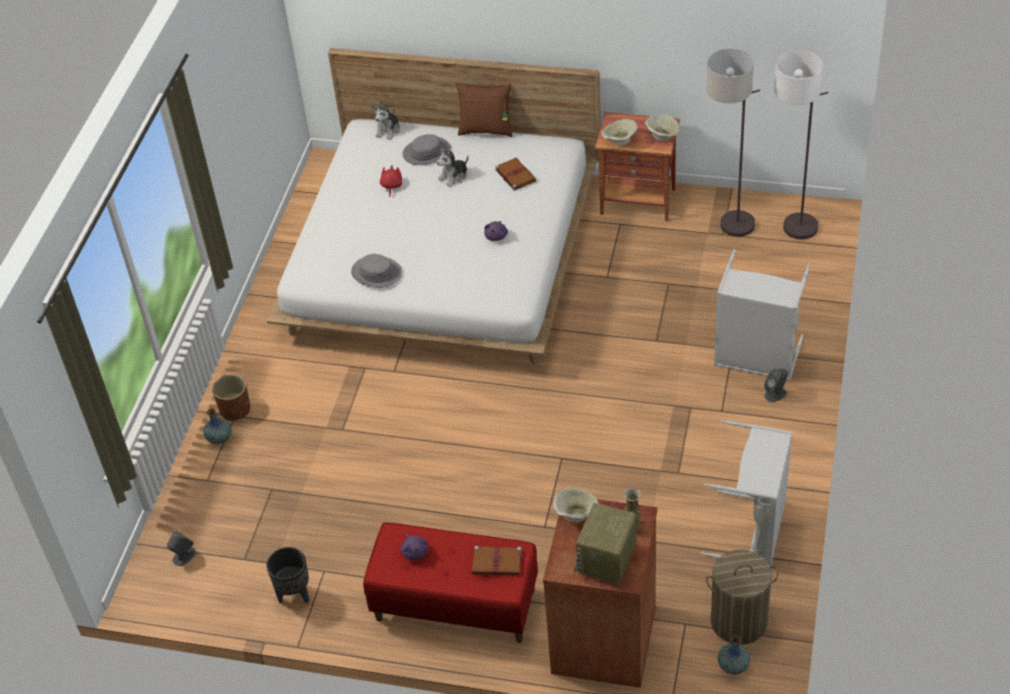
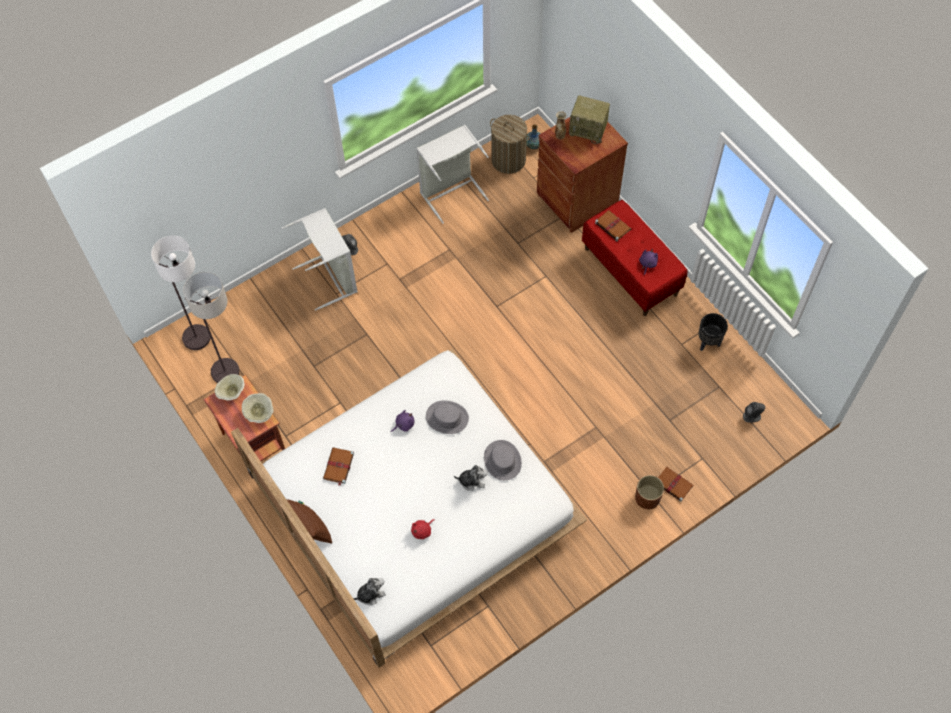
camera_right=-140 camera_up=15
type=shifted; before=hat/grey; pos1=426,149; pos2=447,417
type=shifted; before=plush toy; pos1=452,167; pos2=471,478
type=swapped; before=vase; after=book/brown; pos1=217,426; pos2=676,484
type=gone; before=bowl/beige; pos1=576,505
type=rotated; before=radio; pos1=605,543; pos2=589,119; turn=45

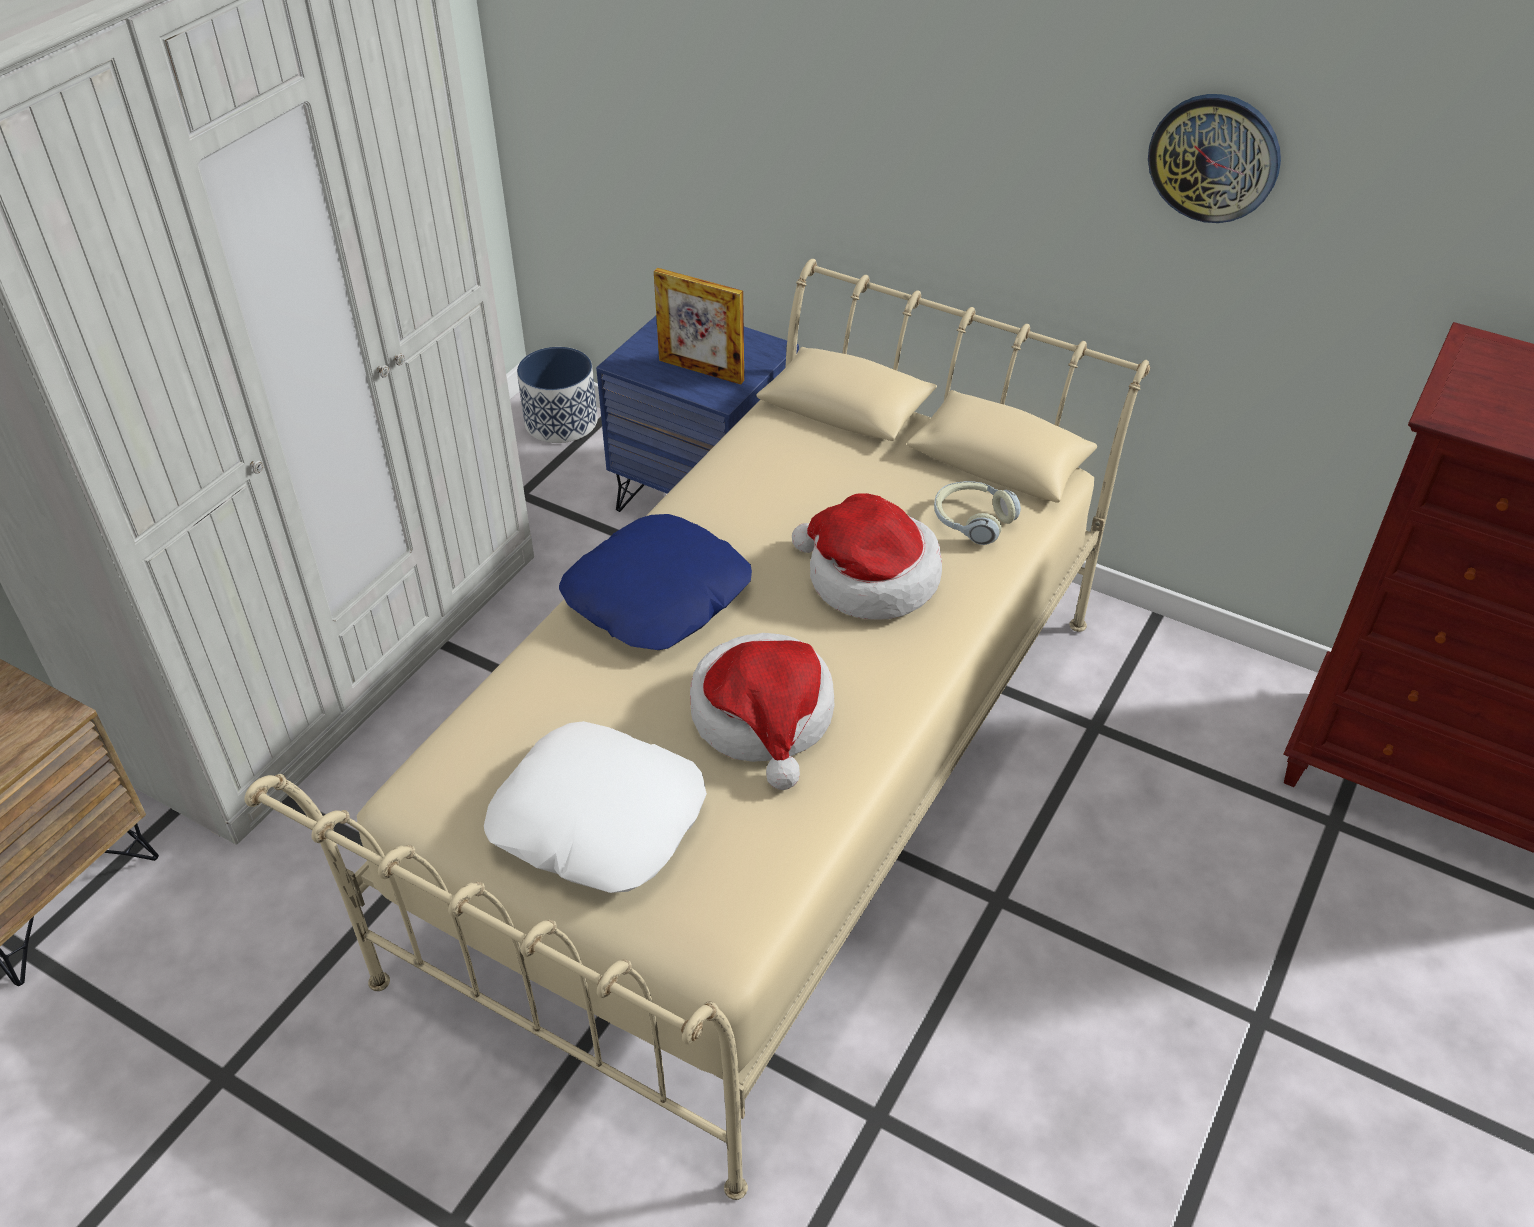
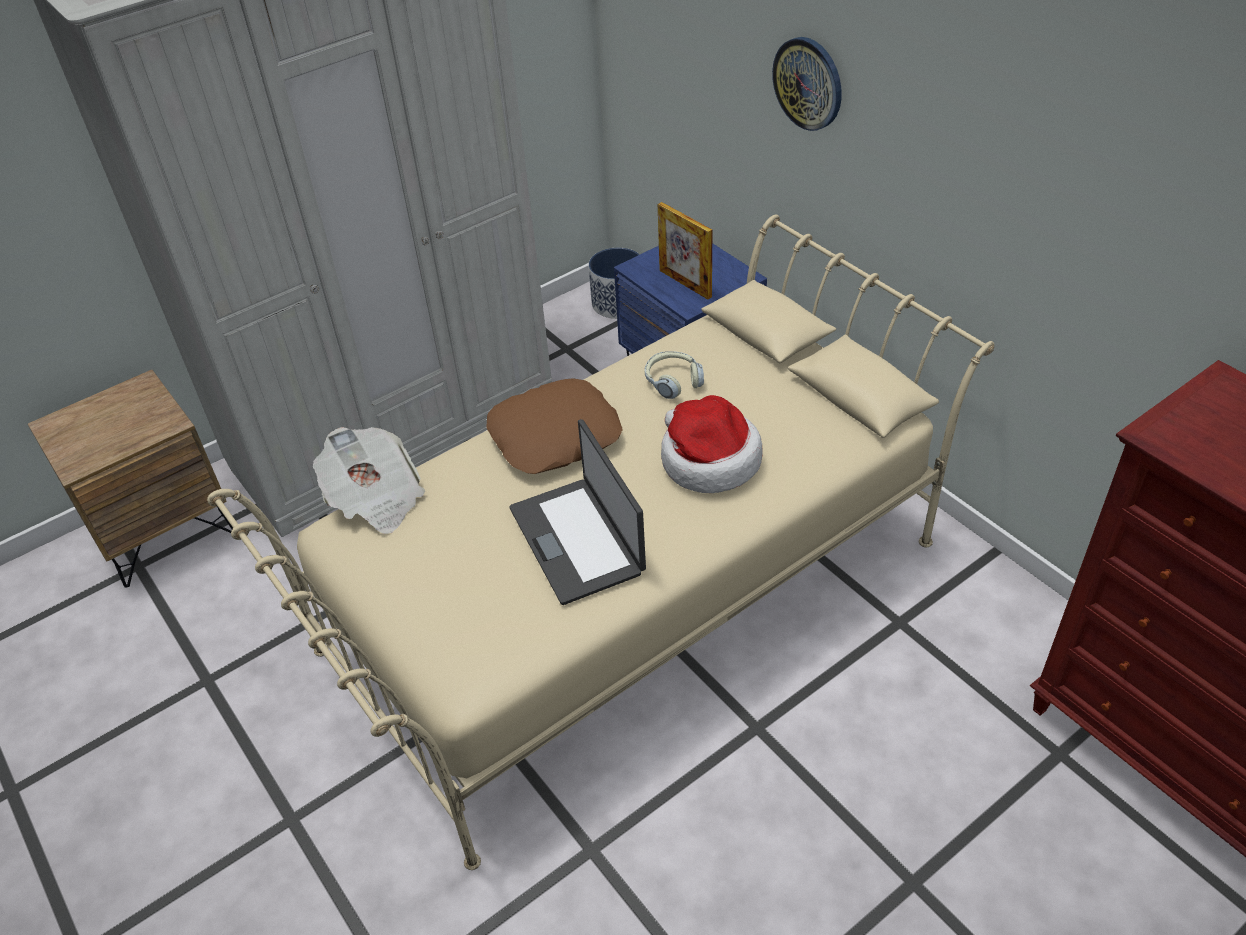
camera_right=25 camera_up=0
type=shifted; before=wall clock; pos1=1214,158; pos2=807,84
type=shifted; before=headphones; pos1=977,513; pos2=674,375
type=repainted; before=pillow/blue; after=pillow/brown; pos1=655,582; pos2=554,426
type=swapped; before=hat; after=laptop; pos1=762,711; pos2=577,512
type=gone; before=pillow/white; pos1=595,807
type=new; after=newspaper; pos2=369,480

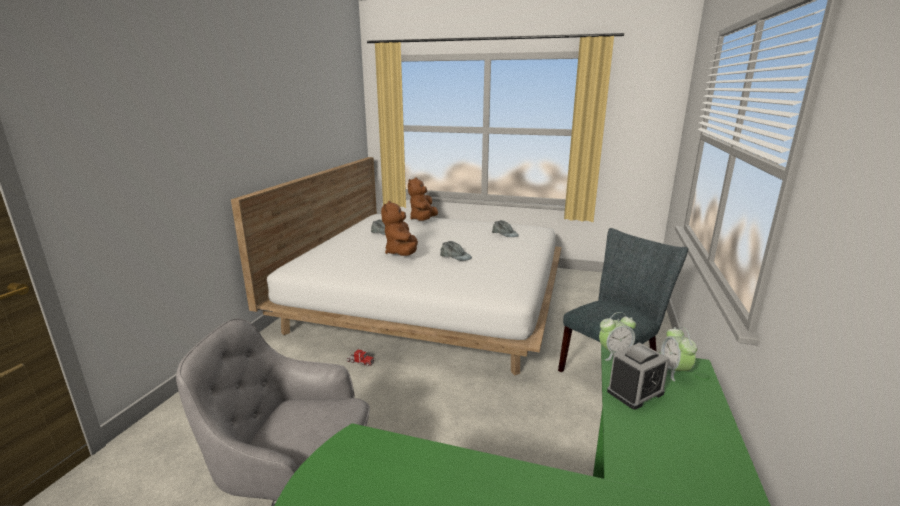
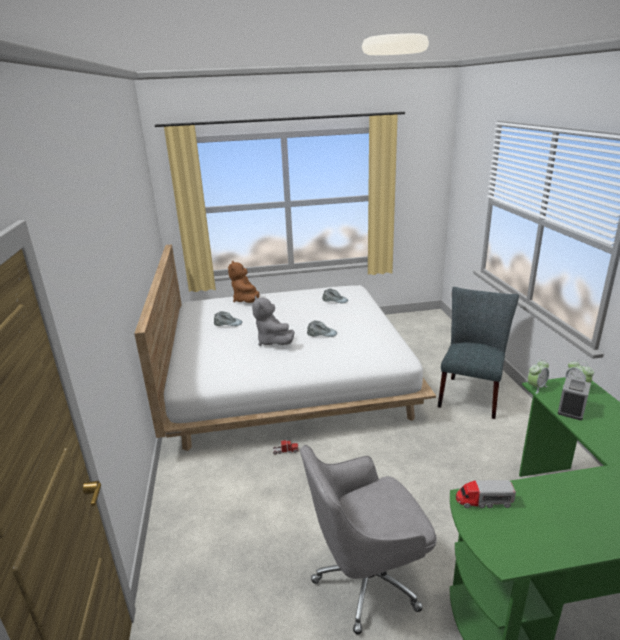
camera_right=-25 camera_up=5
type=repainted; before=plush toy/brown; after=plush toy/grey; pos1=399,228; pos2=273,321
type=new; after=toy truck; pos2=486,494

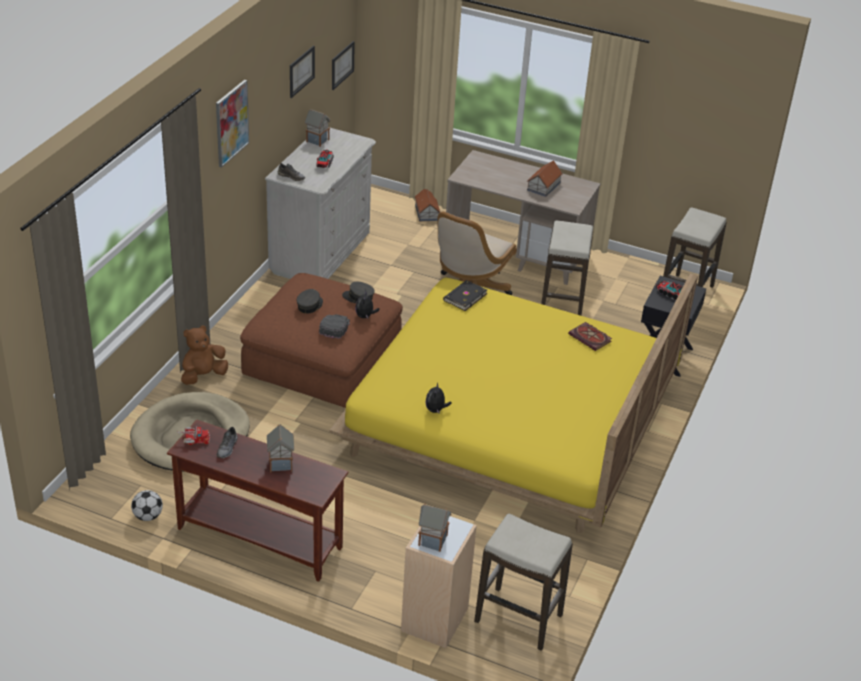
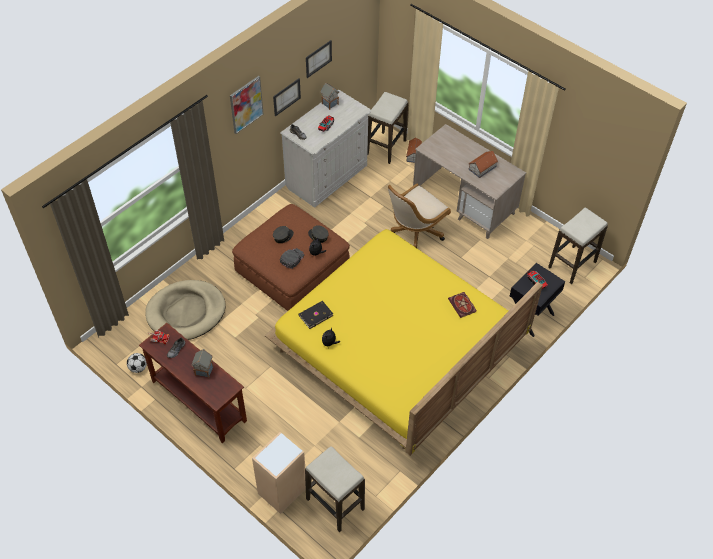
camera_right=20 camera_up=15
type=shifted; before=picture; pos1=343,65; pos2=287,97
type=shifted; before=stool; pos1=567,268; pos2=387,128
type=shifted; before=book/black; pos1=465,295; pos2=315,315
type=gone; before=plush toy/brown; pos1=204,355
type=gone; before=toy house; pos1=435,527

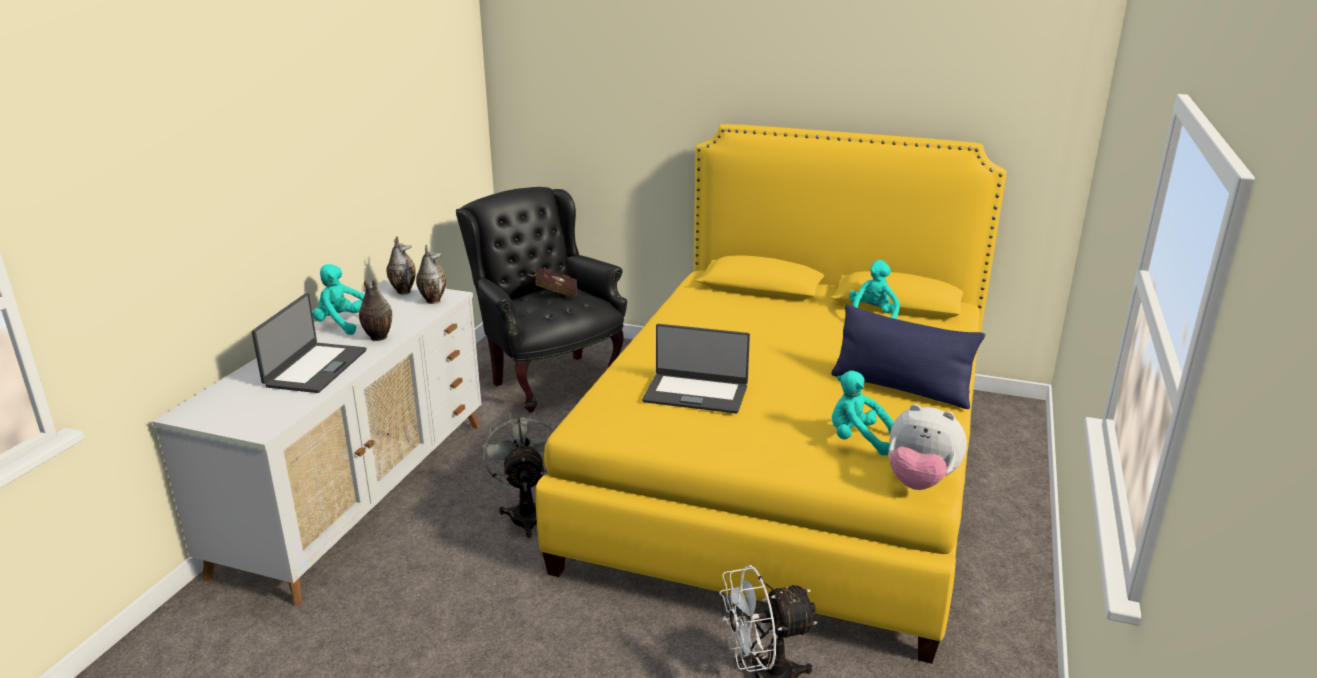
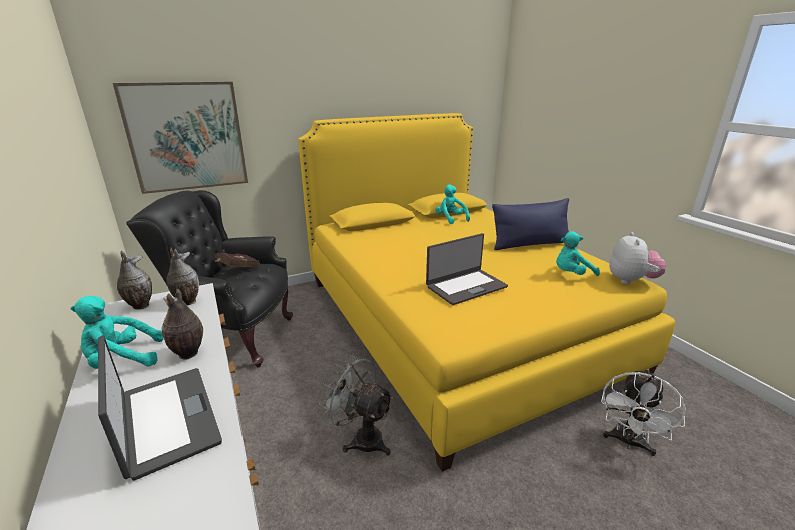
camera_right=-45 camera_up=0
type=rotated; before=plush toy; pos1=927,447; pos2=637,258; turn=-60
type=new; after=picture; pos2=180,138

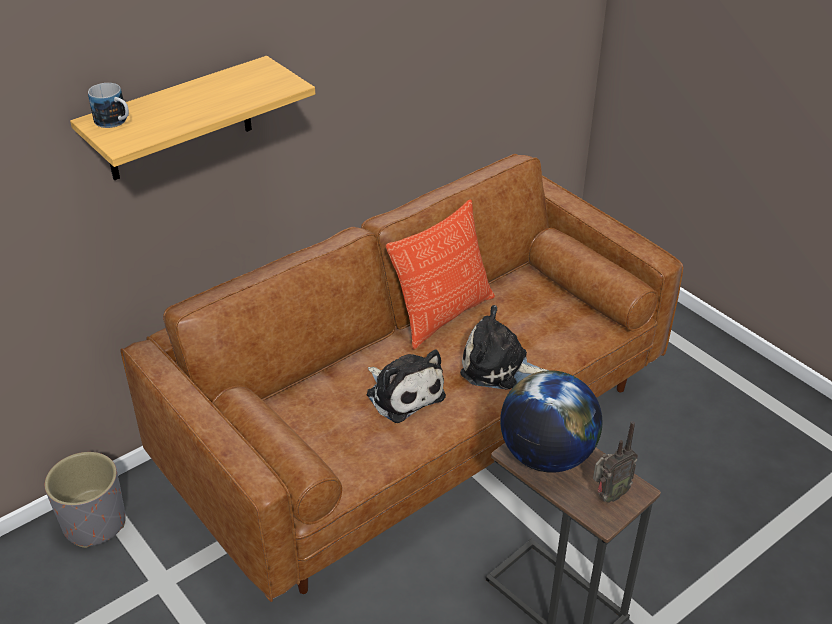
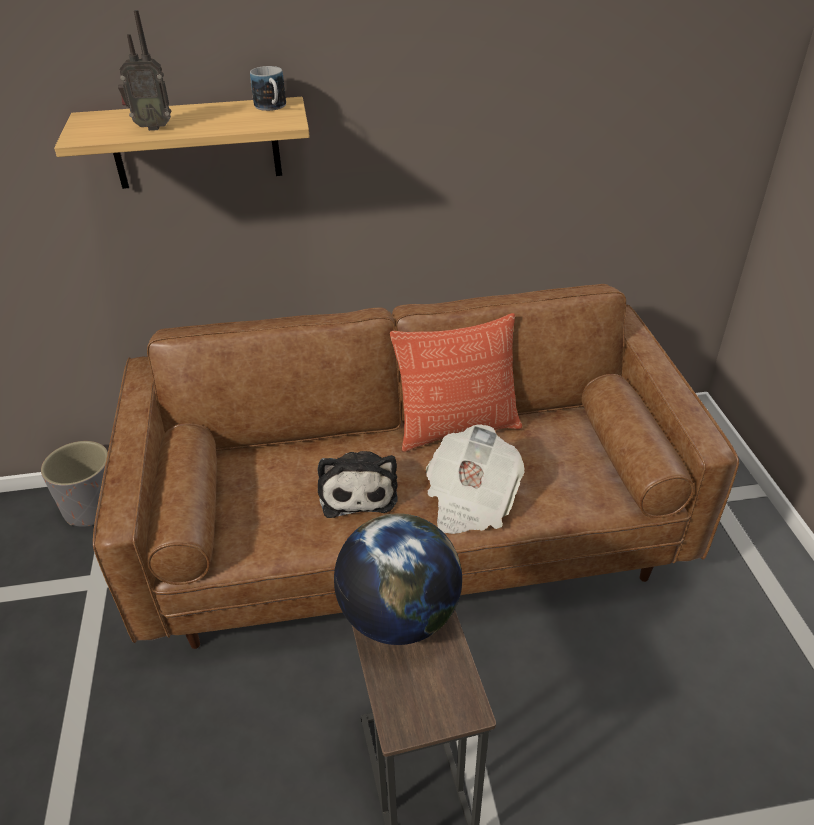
camera_right=30 camera_up=0
type=shifted; before=mug; pos1=108,105; pos2=268,88
type=swapped; before=plush toy; after=newspaper; pos1=504,347; pos2=475,479
type=shifted; before=radio; pos1=615,462; pos2=145,70

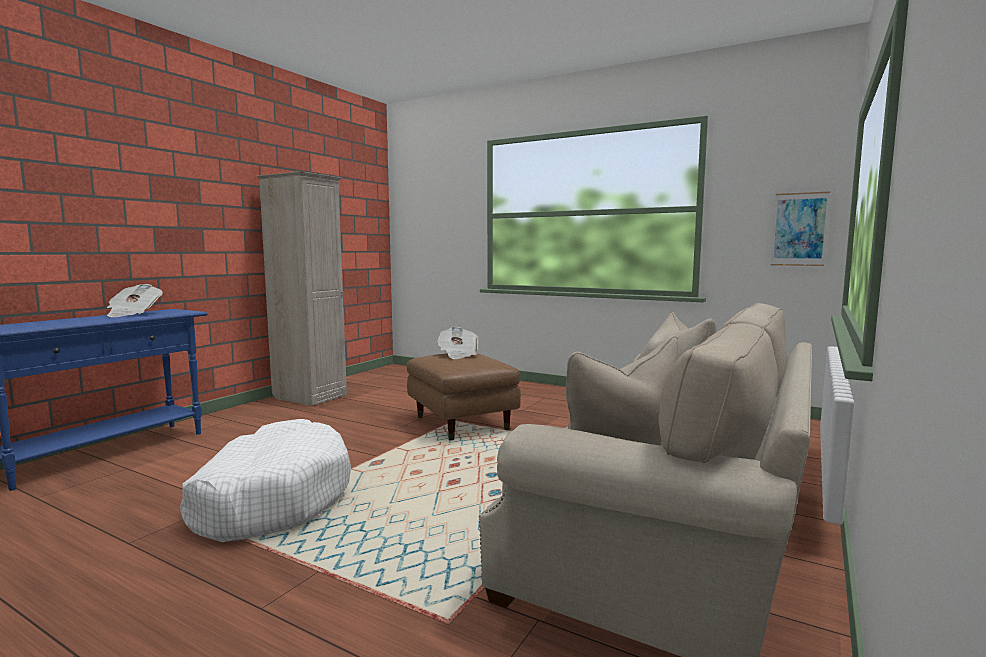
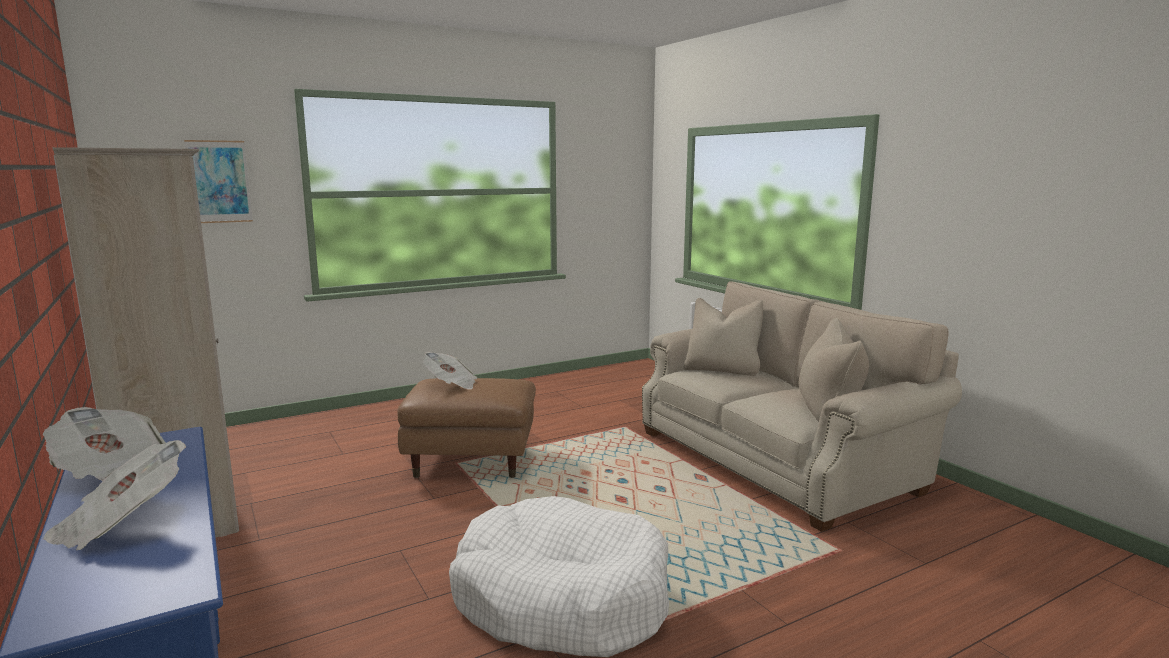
camera_right=-60 camera_up=5
type=shifted; before=picture; pos1=800,228; pos2=218,181
type=new; after=newspaper; pos2=114,495

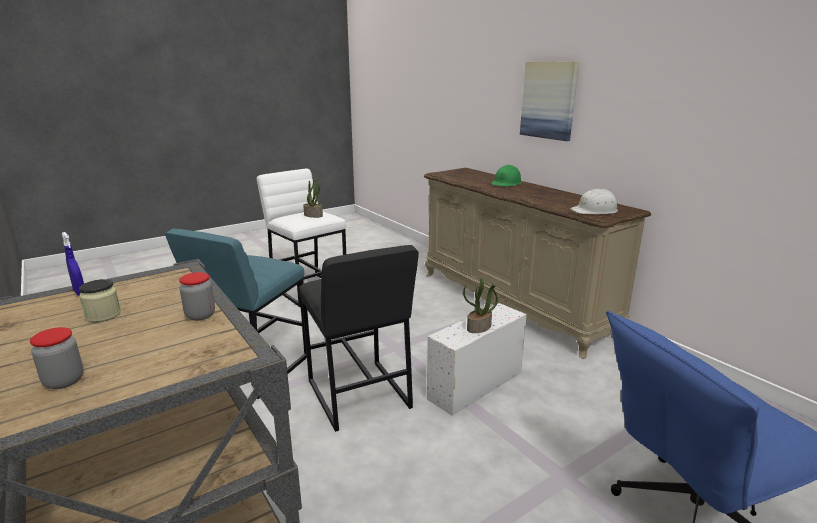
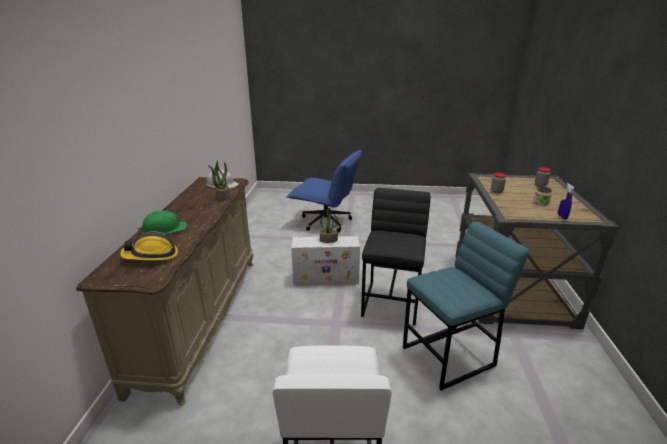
camera_right=-140 camera_up=5
type=gone; before=picture; pos1=549,101
type=shifted; before=potted plant; pos1=313,197; pos2=219,180
type=new; after=hard hat; pos2=149,245

